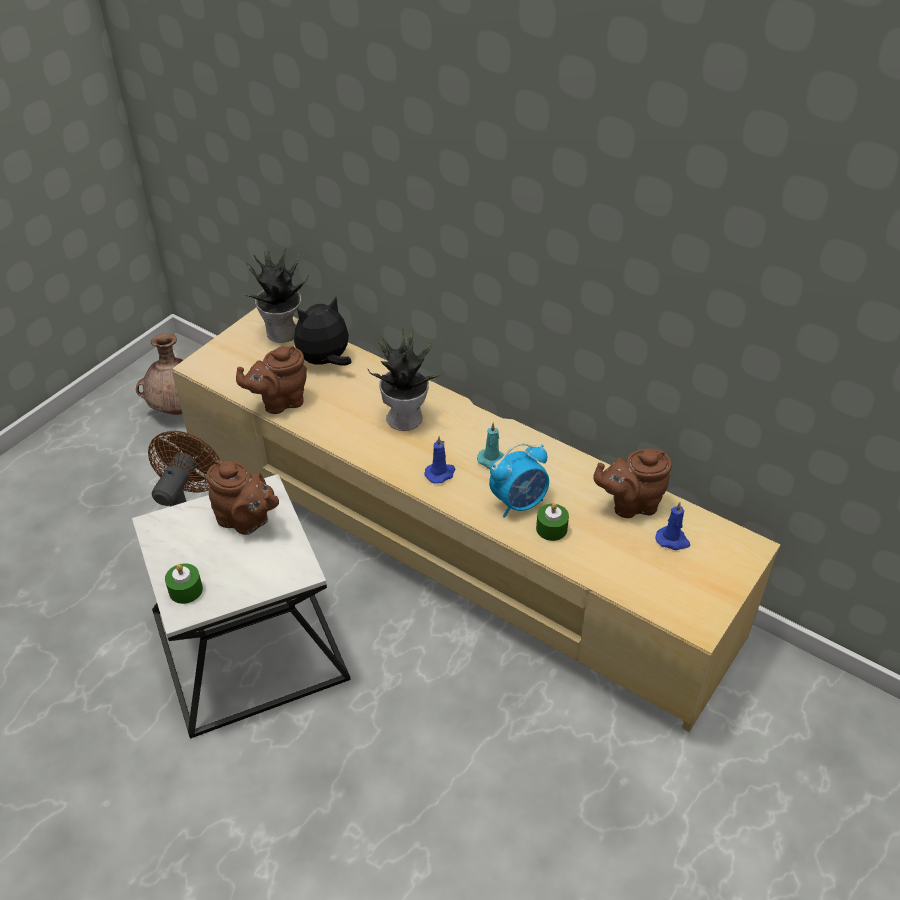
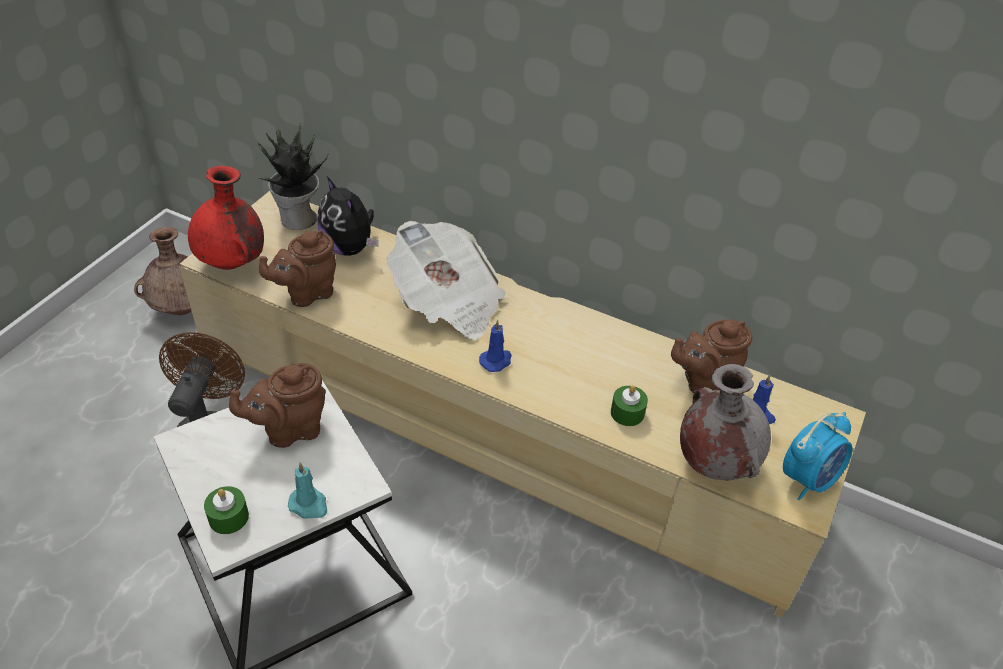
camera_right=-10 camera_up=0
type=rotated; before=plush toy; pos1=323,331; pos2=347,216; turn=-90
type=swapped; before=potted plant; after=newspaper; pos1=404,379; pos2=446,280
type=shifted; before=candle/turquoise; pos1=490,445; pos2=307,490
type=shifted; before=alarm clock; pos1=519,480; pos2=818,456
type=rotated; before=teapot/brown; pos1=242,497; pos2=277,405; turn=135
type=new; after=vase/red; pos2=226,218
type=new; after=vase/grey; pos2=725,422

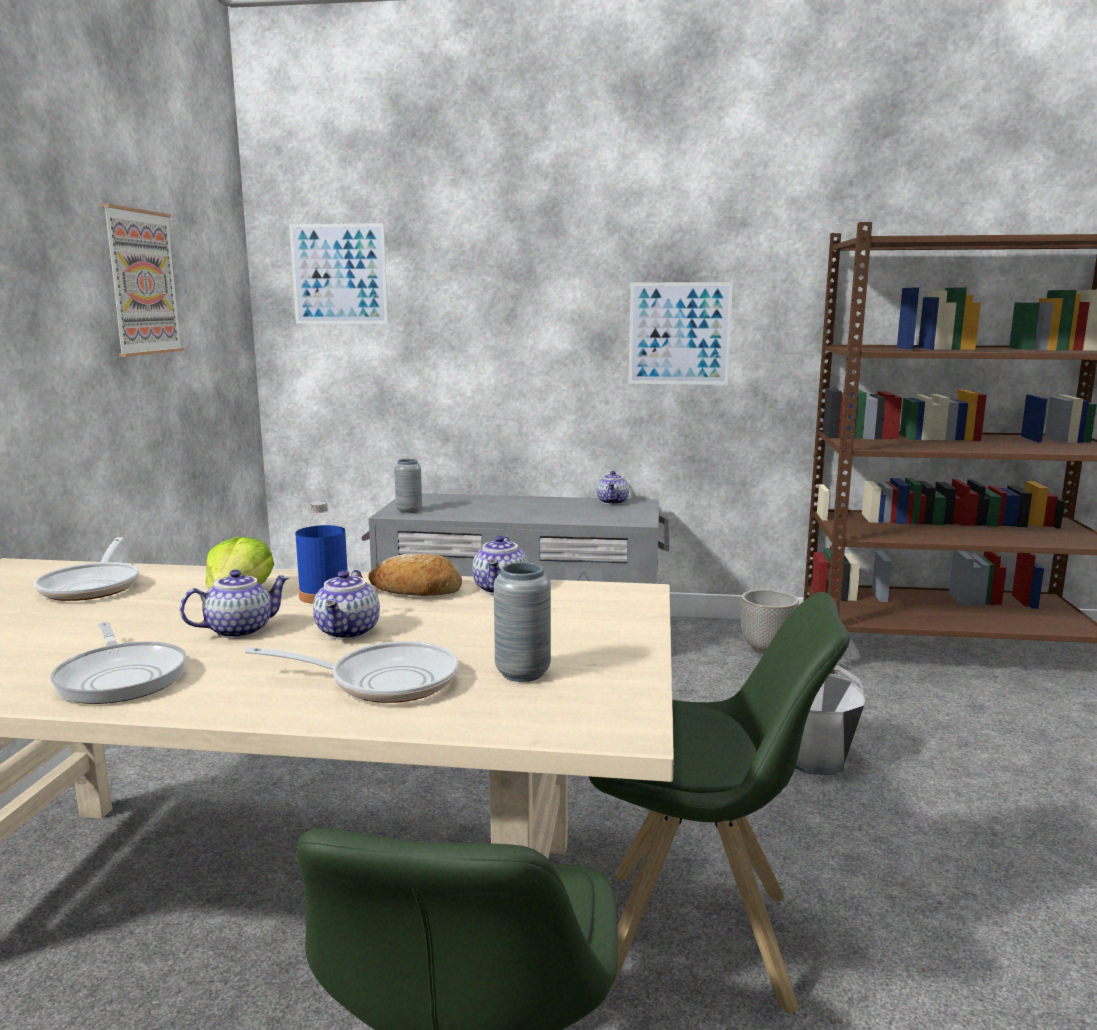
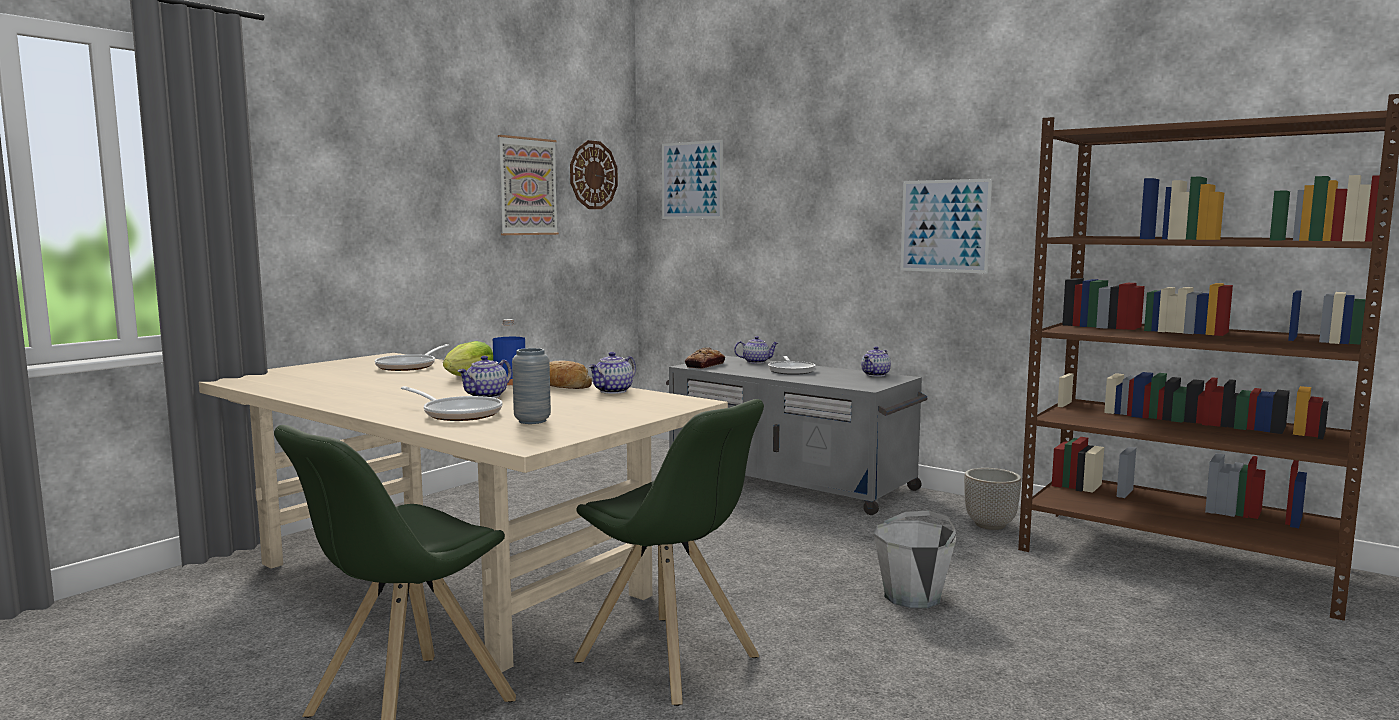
camera_right=30 camera_up=-5
type=swapped; before=vase/grey; after=bread; pos1=408,486; pos2=705,358
type=shifted; before=teapot; pos1=235,604; pos2=756,350
type=shifted; before=frying pan; pos1=118,663; pos2=791,365
type=new; after=wall clock; pos2=594,174

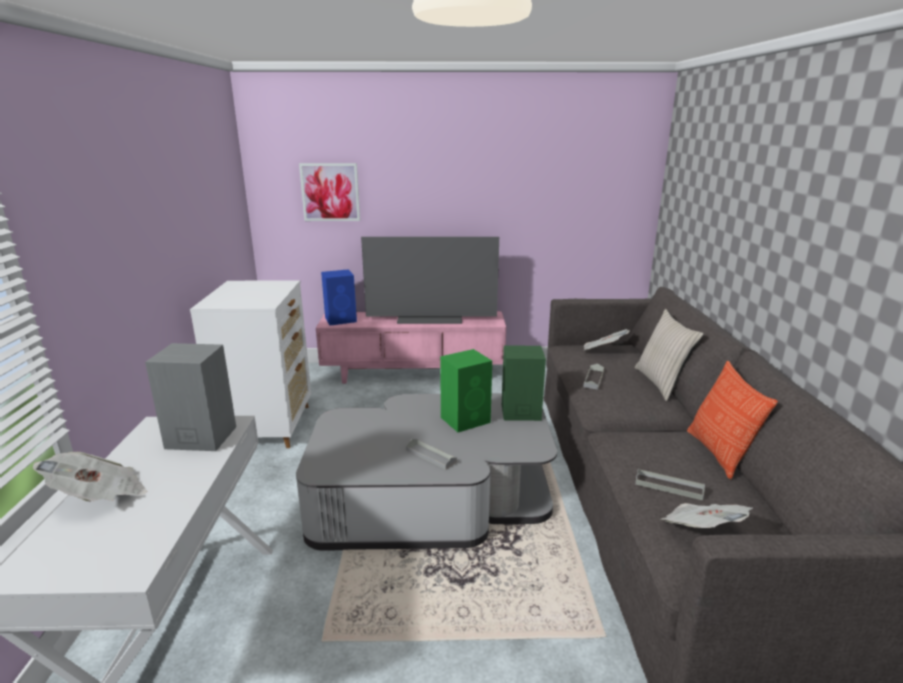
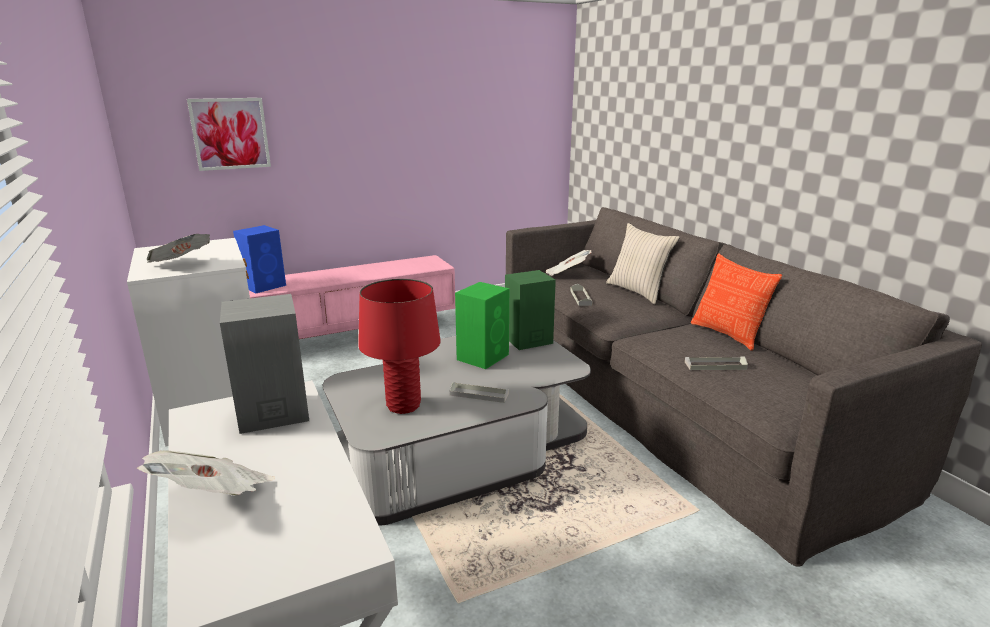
camera_right=-25 camera_up=0
type=gone; before=television; pos1=430,280
type=shifted; before=newspaper; pos1=707,515; pos2=178,248
type=new; after=table lamp/red; pos2=399,346

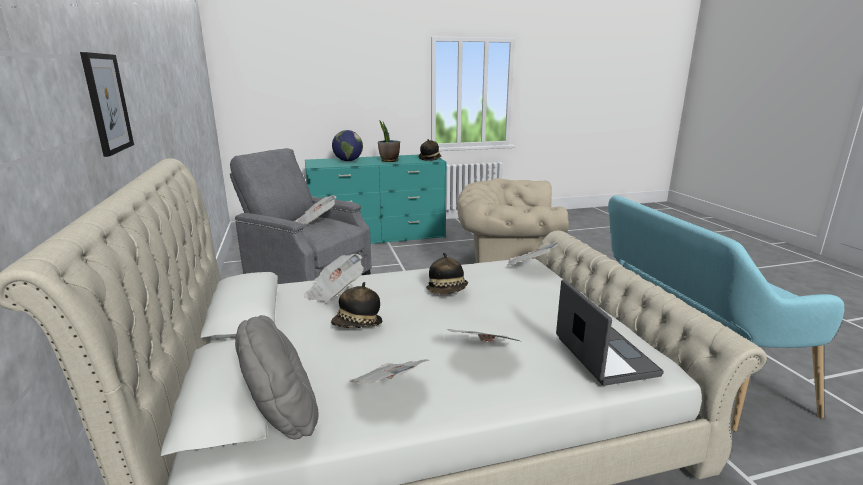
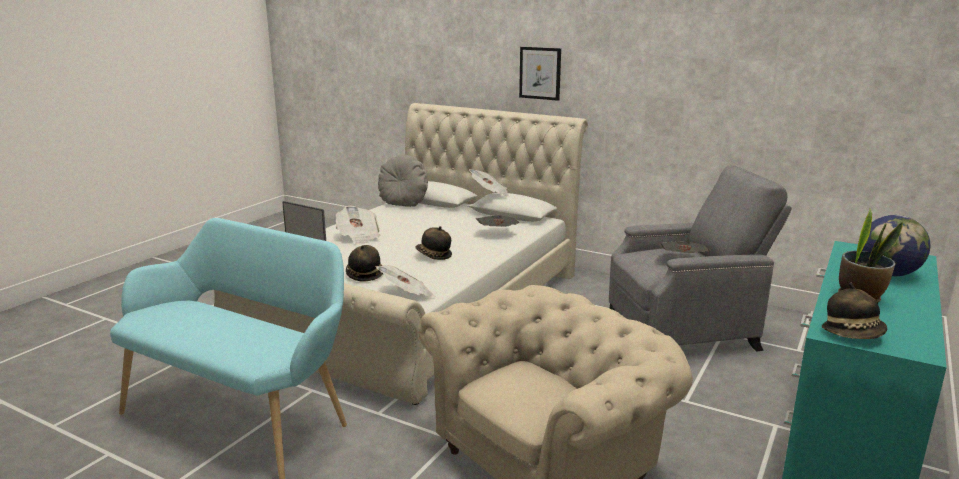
camera_right=135 camera_up=0
type=shifted; before=hat; pos1=356,305; pos2=364,263
type=shifted; before=newspaper; pos1=389,371; pos2=489,183

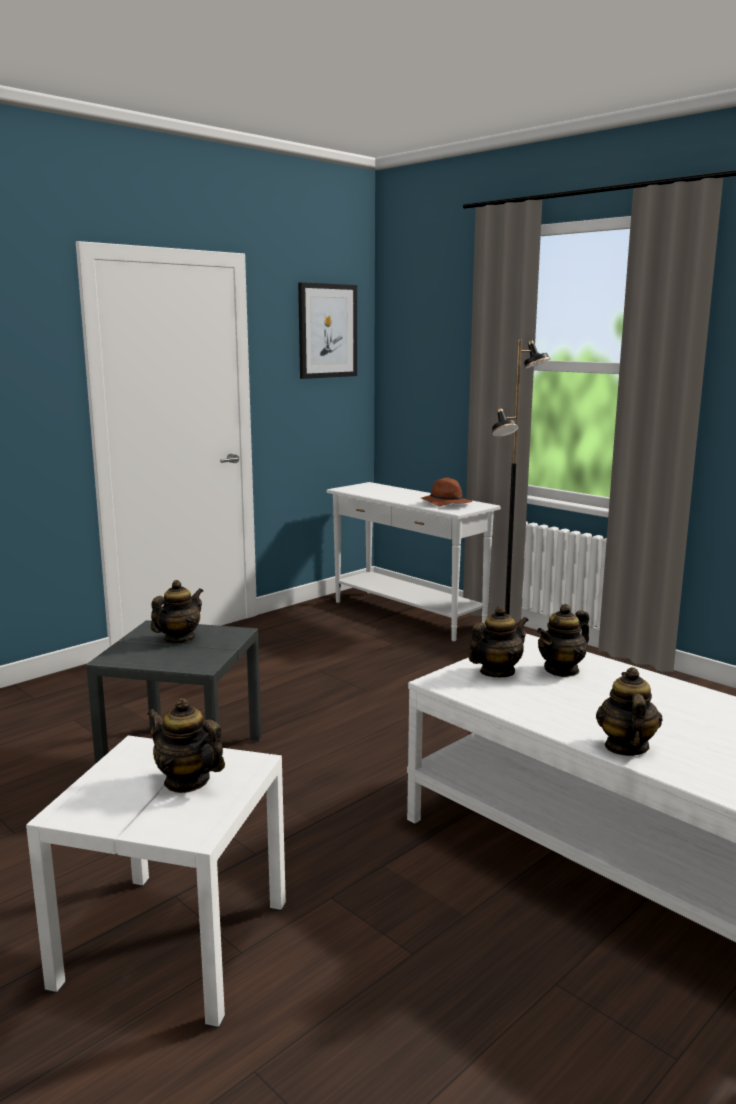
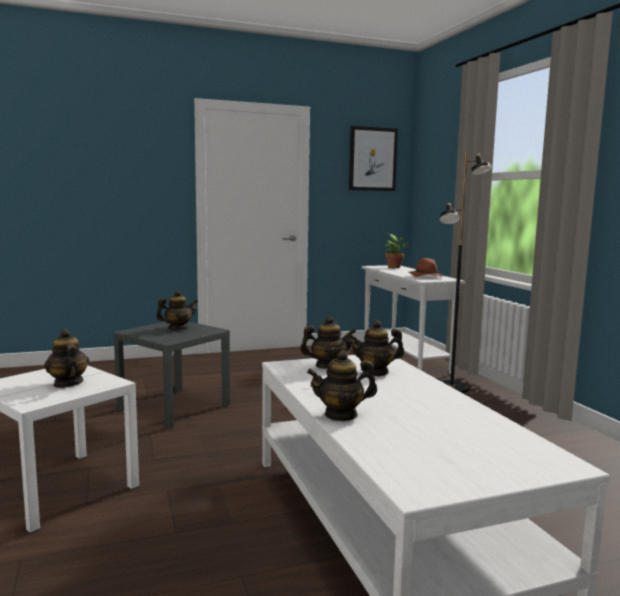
camera_right=25 camera_up=-5
type=rotated; before=teapot; pos1=629,711; pos2=342,385; turn=-135
type=new; after=potted plant; pos2=397,251

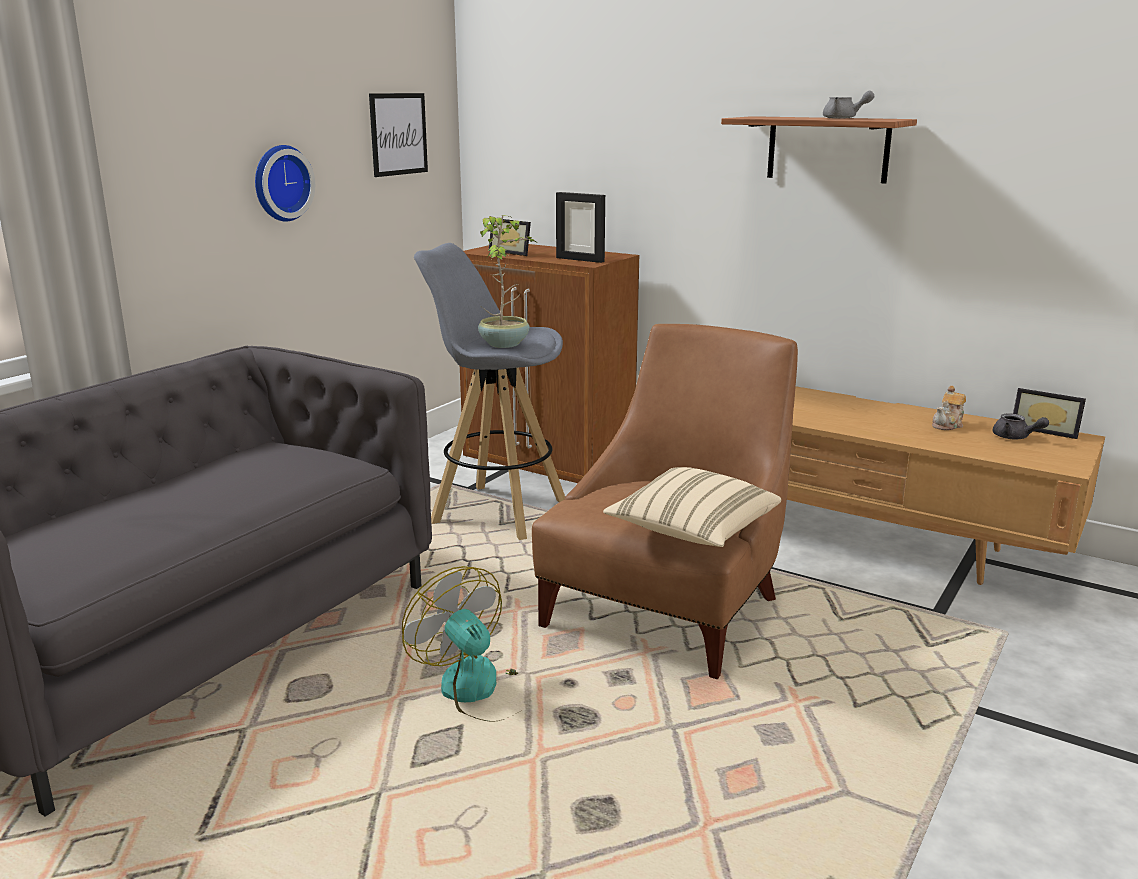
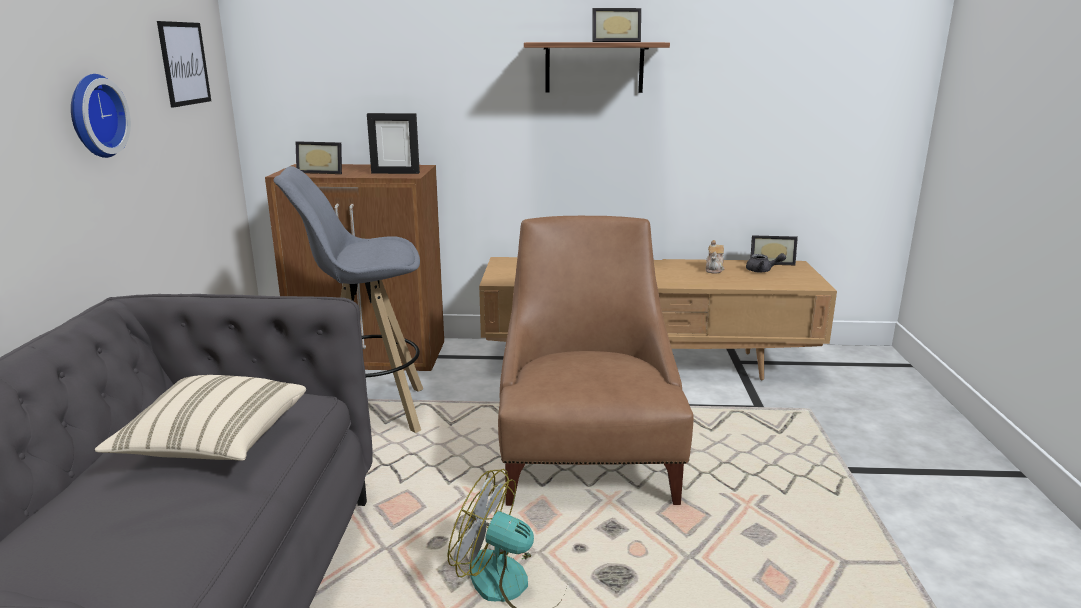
camera_right=-30 camera_up=0
type=swapped; before=teapot/grey; after=picture frame; pos1=848,104; pos2=616,25
type=gone; before=potted plant; pos1=507,281
type=shifted; before=pillow/beige; pos1=692,507; pos2=200,418

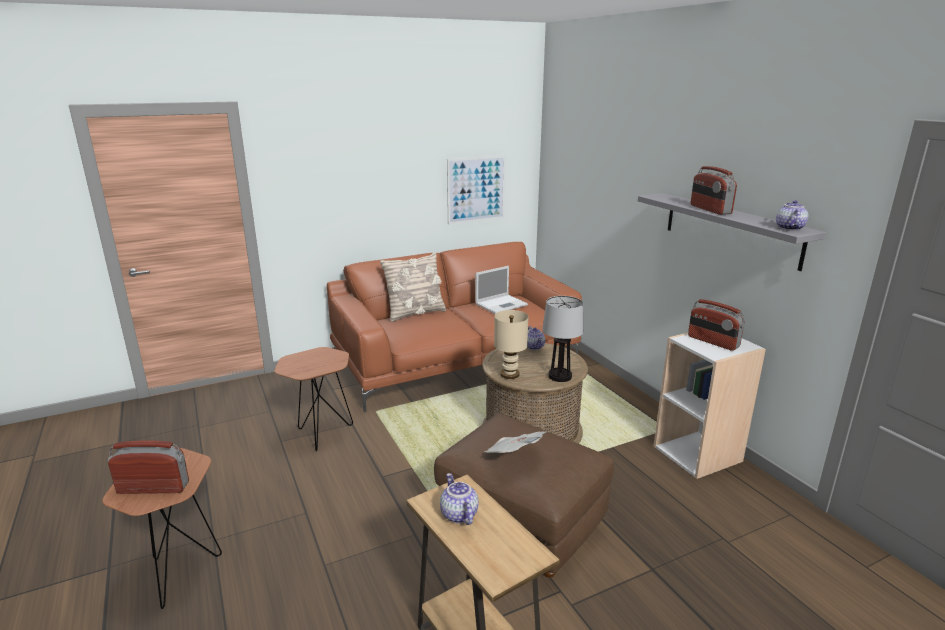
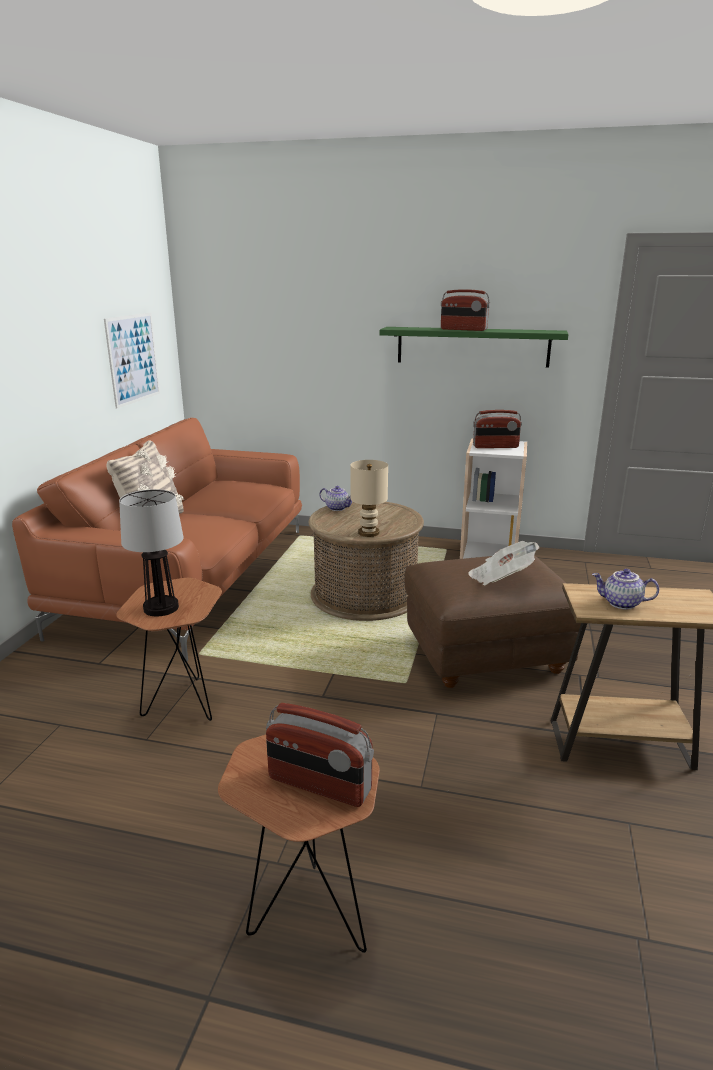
camera_right=-50 camera_up=0
type=repainted; before=shelf/grey; after=shelf/green; pos1=732,232; pos2=474,347
type=gone; before=teapot; pos1=792,215
type=gone; before=laptop; pos1=501,290
type=shifted; before=table lamp; pos1=562,339; pos2=151,553
type=rotated; before=radio; pos1=148,467; pos2=320,755; turn=-105

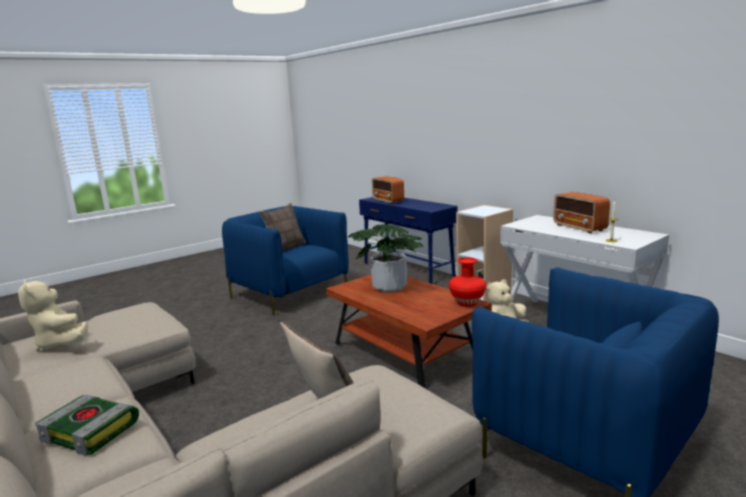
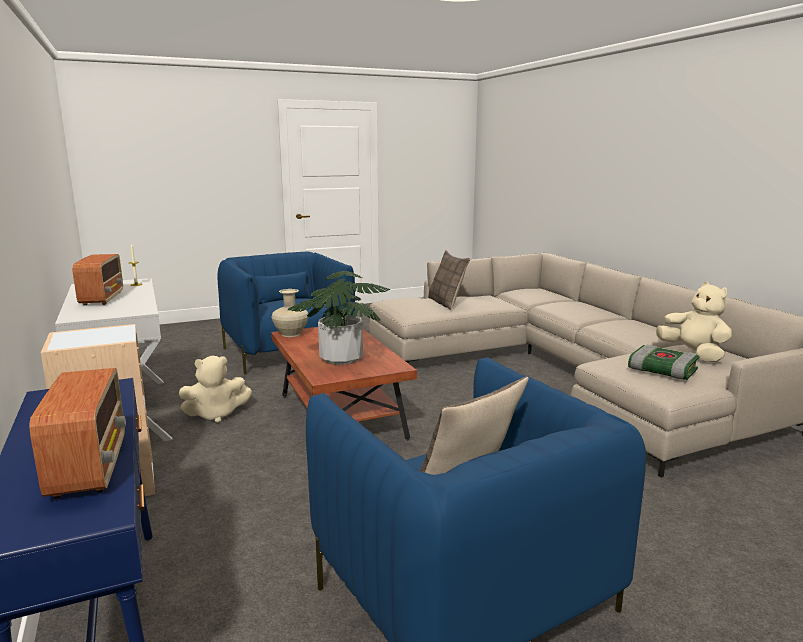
camera_right=-165 camera_up=0
type=repainted; before=vase/red; after=vase/beige; pos1=467,282; pos2=289,313
type=shifted; before=book; pos1=87,425; pos2=664,362

